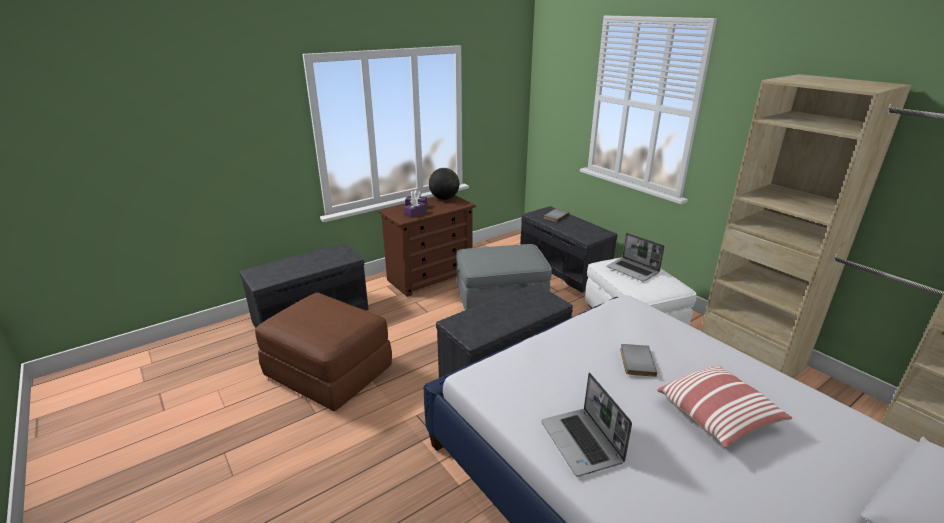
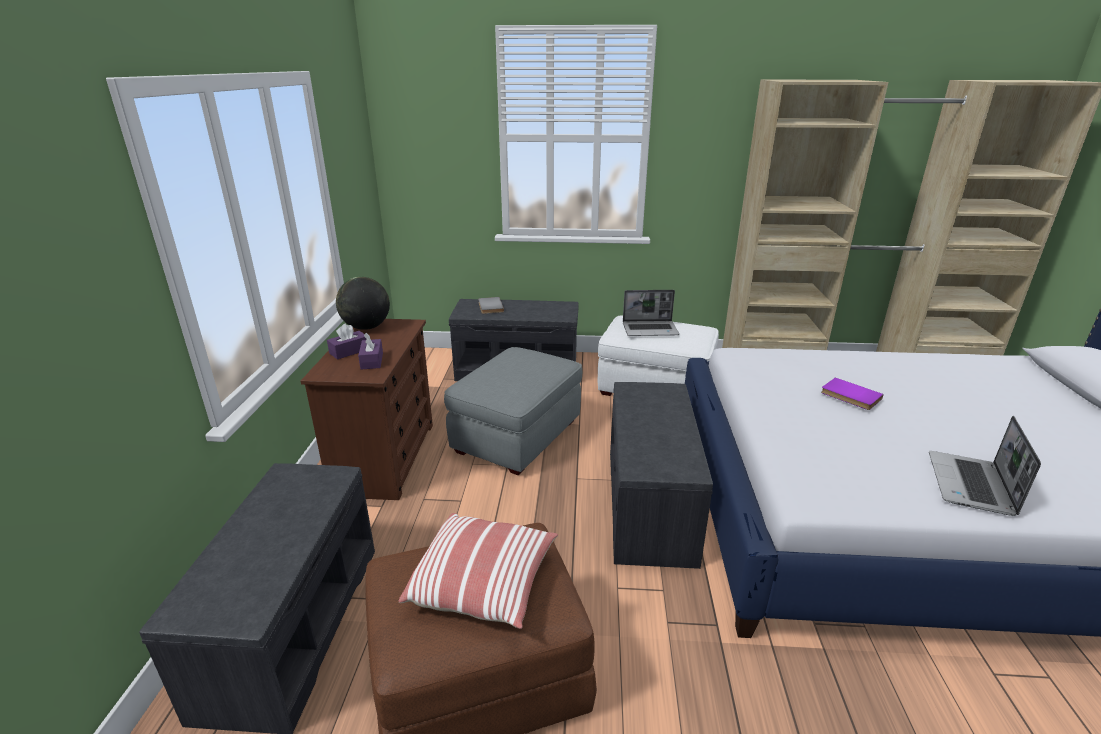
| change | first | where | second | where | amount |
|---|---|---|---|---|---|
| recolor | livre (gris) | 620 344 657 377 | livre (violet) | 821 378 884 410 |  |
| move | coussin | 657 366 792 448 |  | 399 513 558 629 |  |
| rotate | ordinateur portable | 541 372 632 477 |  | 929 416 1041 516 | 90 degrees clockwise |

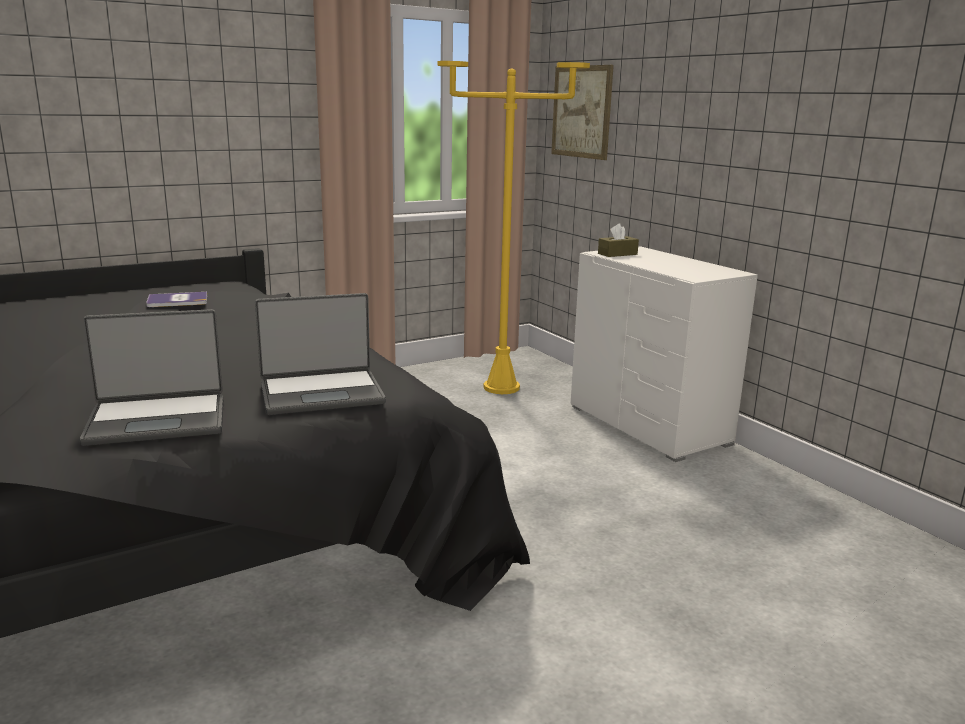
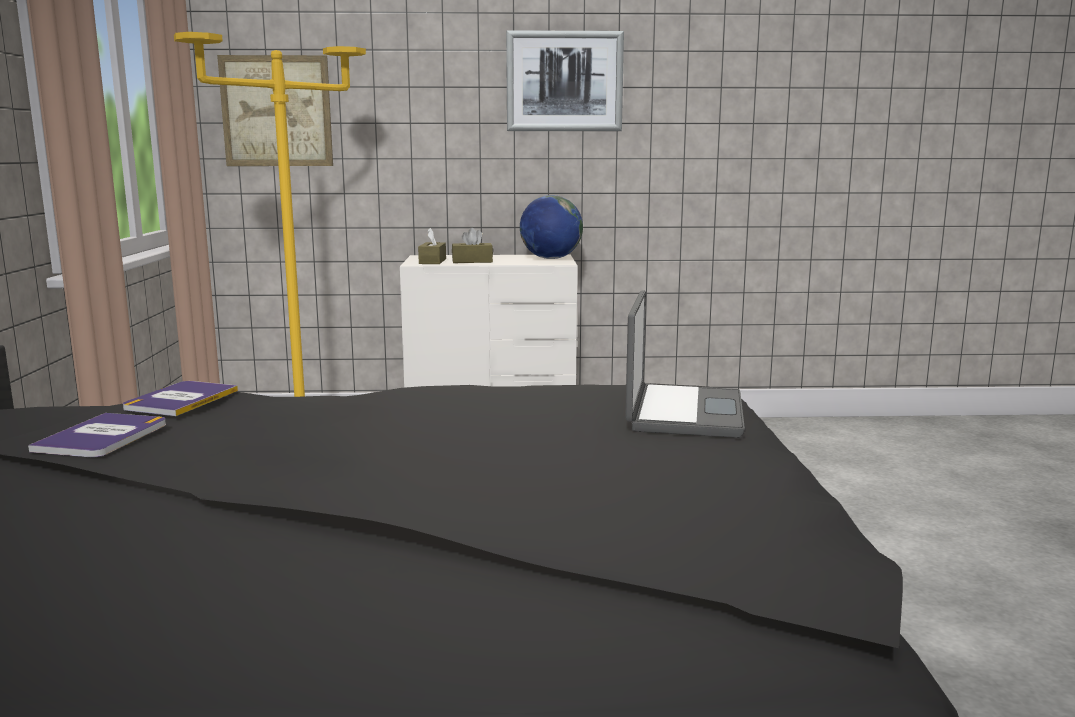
| change | first | where | second | where | amount |
|---|---|---|---|---|---|
| delete | ordinateur portable | 80 309 223 446 |  |  |  |
| insert |  |  | tableau | 506 30 624 131 |  |
| insert |  |  | globe | 520 195 583 259 |  |
| insert |  |  | boîte à mouchoirs (marron) | 452 228 493 263 |  |
| insert |  |  | livre | 123 381 238 416 |  |

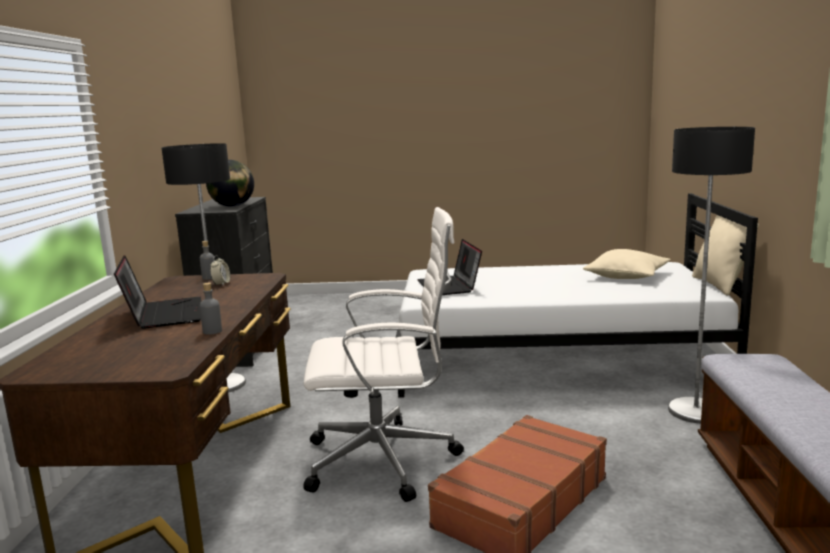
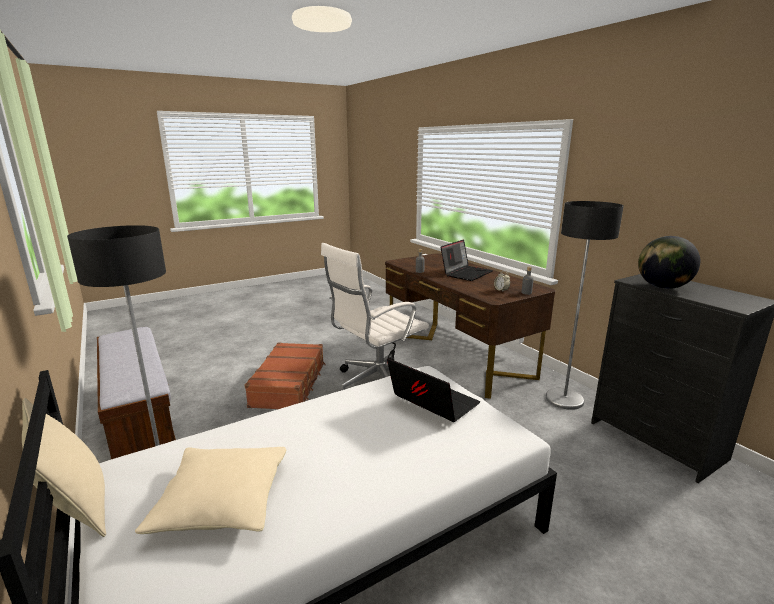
| change | first | where | second | where | amount |
|---|---|---|---|---|---|
| rotate | ordinateur portable | 114 255 201 329 |  | 440 239 493 281 | 90 degrees counterclockwise |

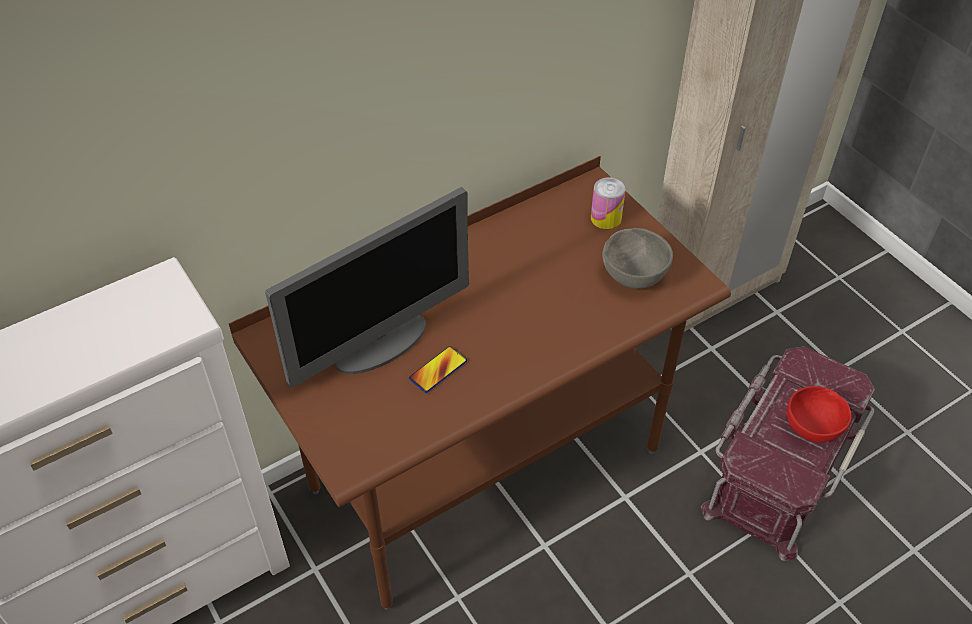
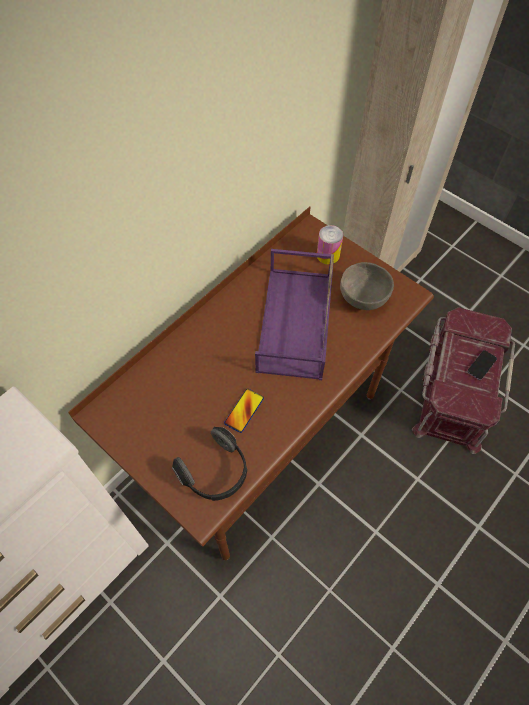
| change | first | where | second | where | amount |
|---|---|---|---|---|---|
| delete | écran d'ordinateur | 265 187 469 388 |  |  |  |
| replace | bol (rouge) | 787 386 851 443 | téléphone | 467 350 497 380 |  |
| insert |  |  | plateau (violet) | 255 249 334 380 |  |
| insert |  |  | casque audio | 172 427 247 501 |  |

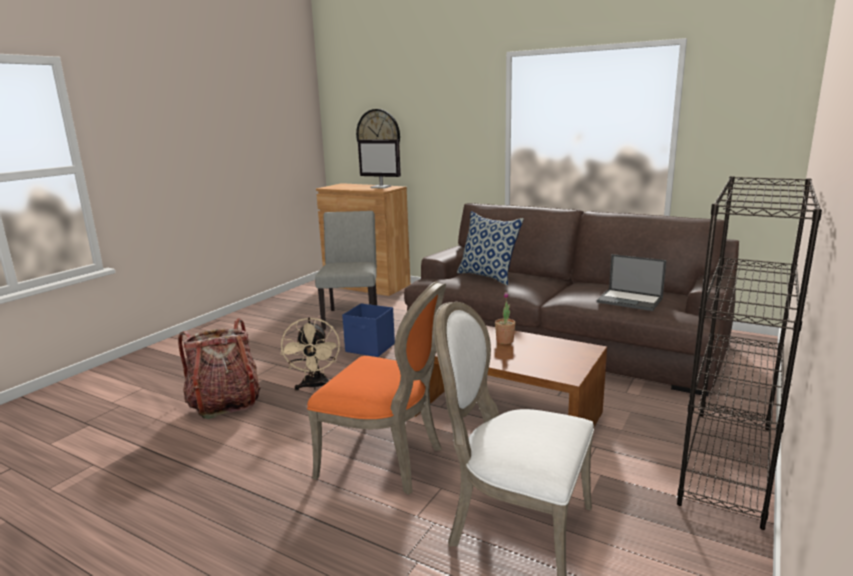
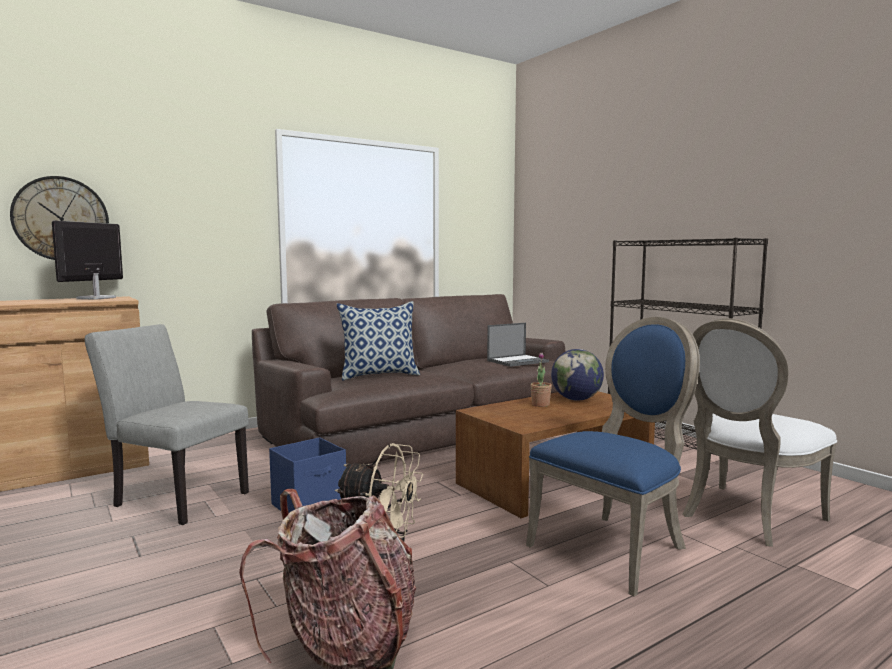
| change | first | where | second | where | amount |
|---|---|---|---|---|---|
| rotate | écran d'ordinateur | 358 139 401 189 |  | 52 221 123 300 | 150 degrees clockwise |
| recolor | chaise (orange) | 307 281 446 495 | chaise (bleu) | 526 317 700 597 |  |
| insert |  |  | globe | 551 349 604 401 |  |

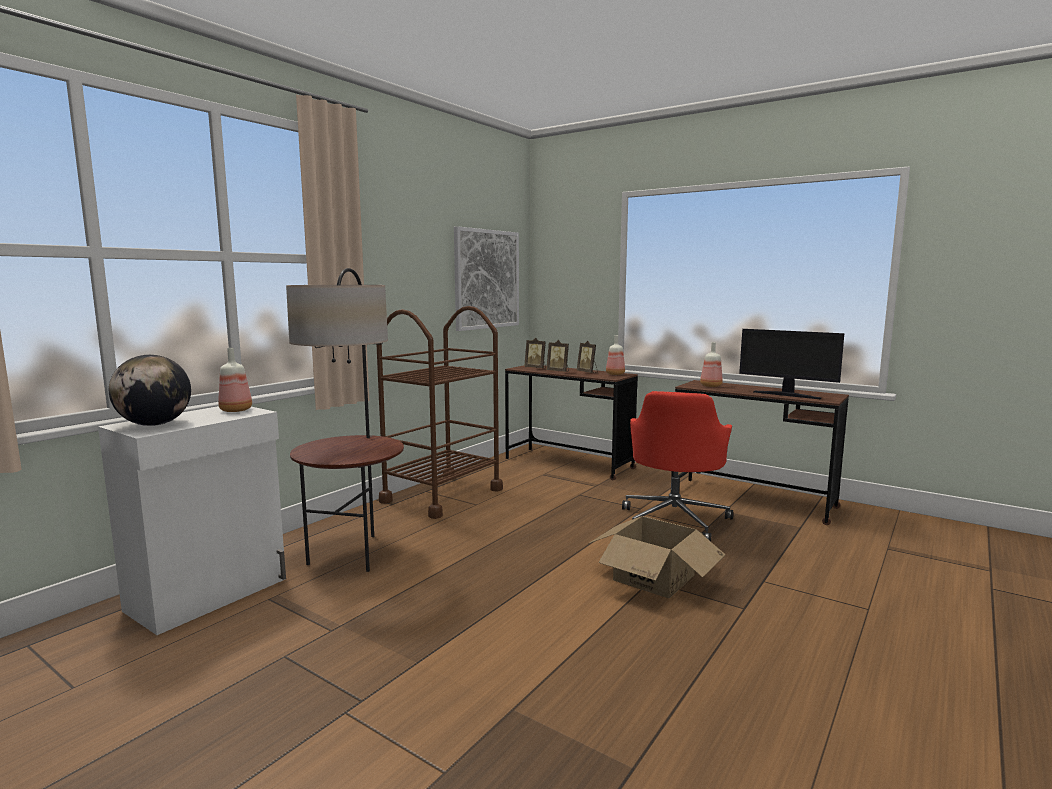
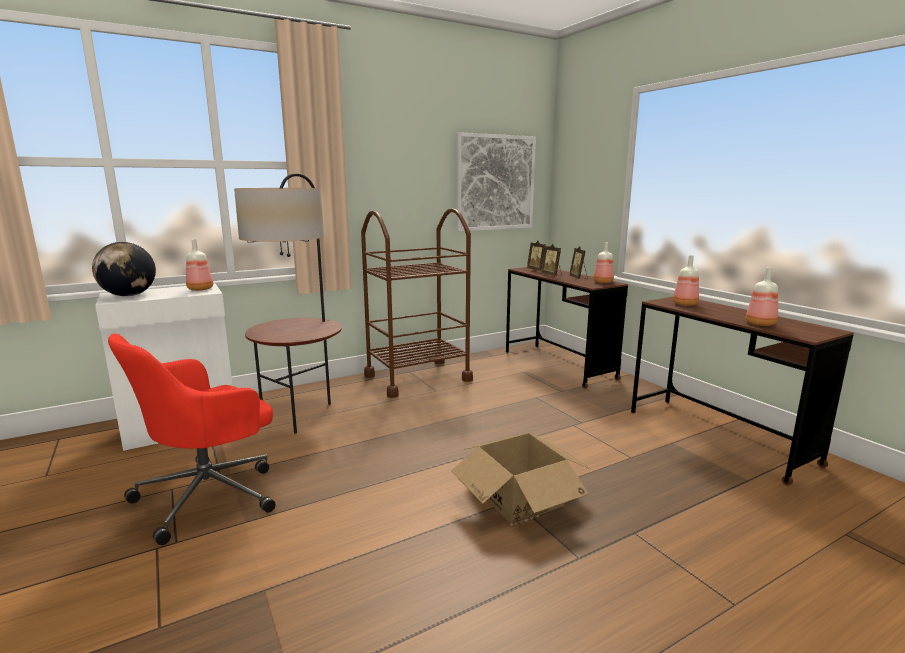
| change | first | where | second | where | amount |
|---|---|---|---|---|---|
| replace | écran d'ordinateur | 739 329 844 399 | bouteille | 746 267 778 326 |  |
| move | chaise de bureau (rouge) | 622 391 733 541 |  | 108 333 276 545 |  |

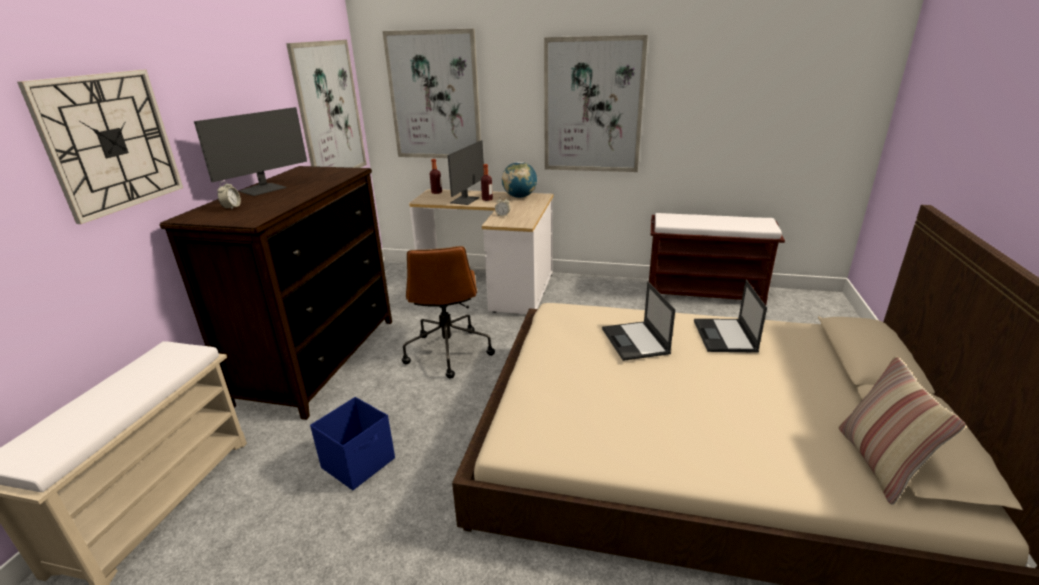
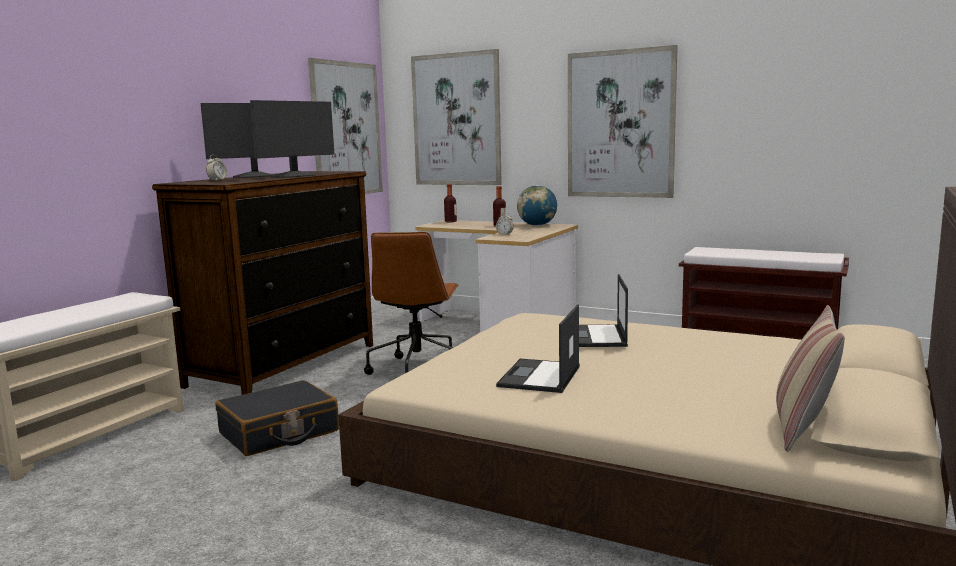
| change | first | where | second | where | amount |
|---|---|---|---|---|---|
| delete | horloge murale | 17 70 183 224 |  |  |  |
| move | écran d'ordinateur | 448 140 484 205 |  | 250 100 334 178 |  |
| move | ordinateur portable | 694 279 767 353 |  | 496 304 580 393 |  |
| replace | boîte de rangement (bleu) | 310 397 395 490 | valise (noir) | 215 380 339 456 |  |

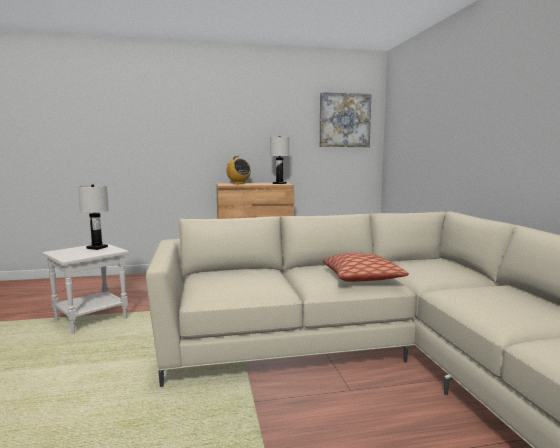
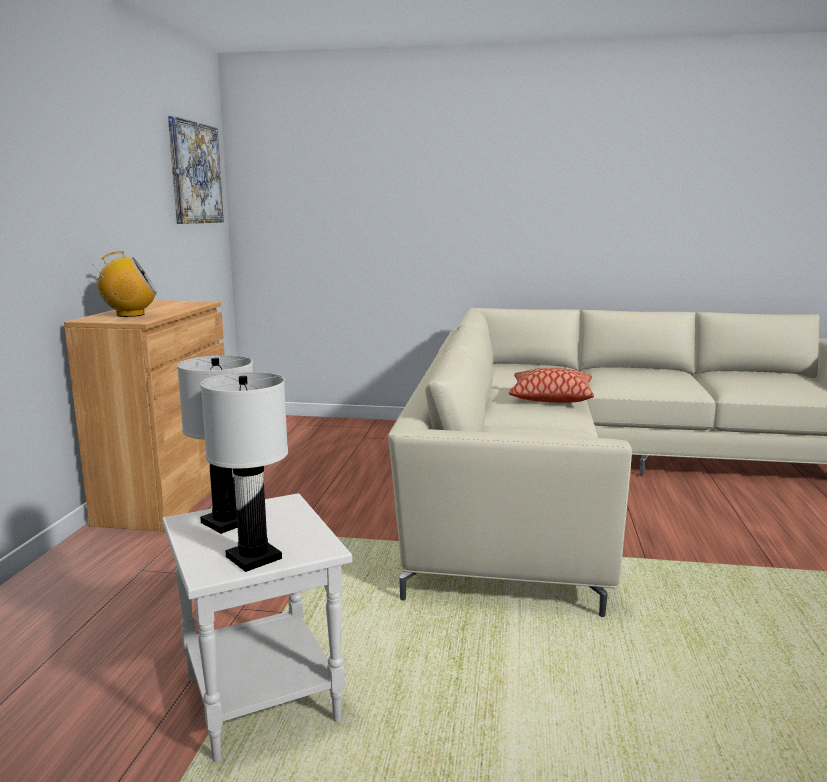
| change | first | where | second | where | amount |
|---|---|---|---|---|---|
| move | lampe de table (blanc) | 270 136 289 184 |  | 201 372 288 572 |  |

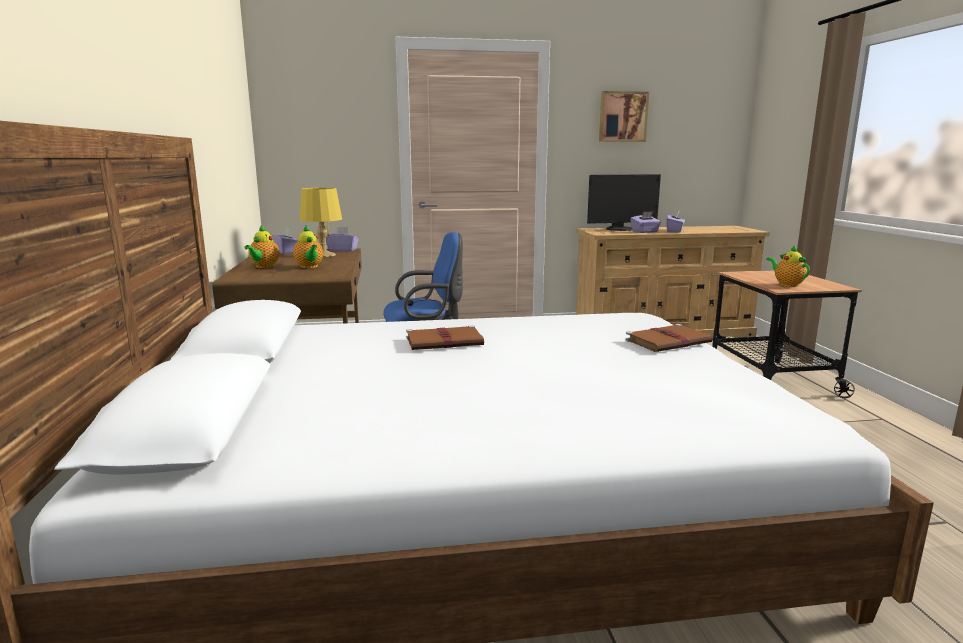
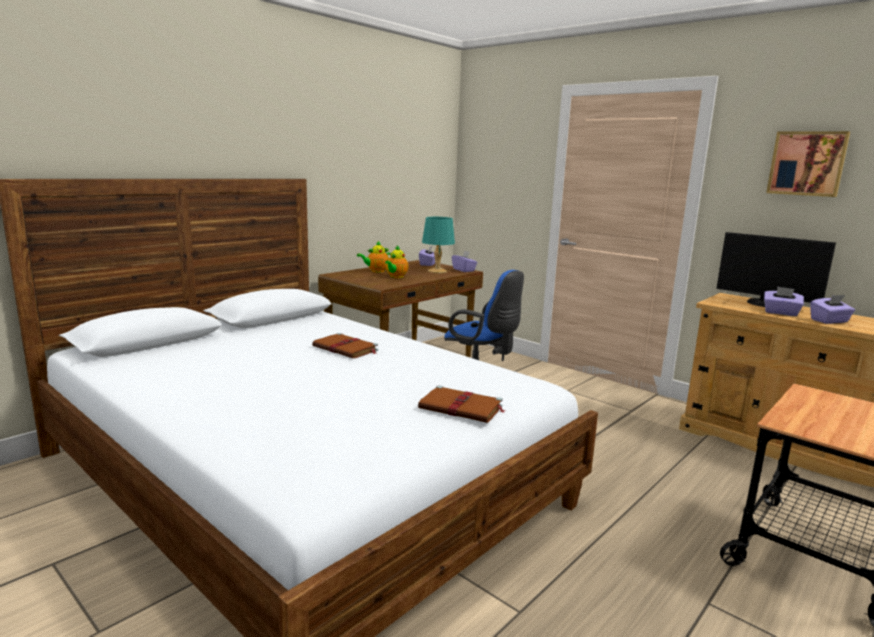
| change | first | where | second | where | amount |
|---|---|---|---|---|---|
| recolor | lampe de table (jaune) | 300 188 342 257 | lampe de table (turquoise) | 422 217 455 273 |  |
| delete | théière | 766 246 810 287 |  |  |  |

